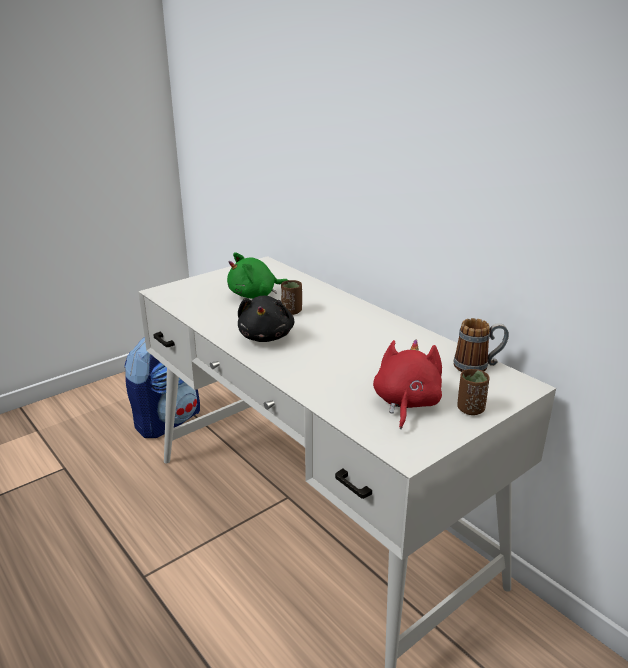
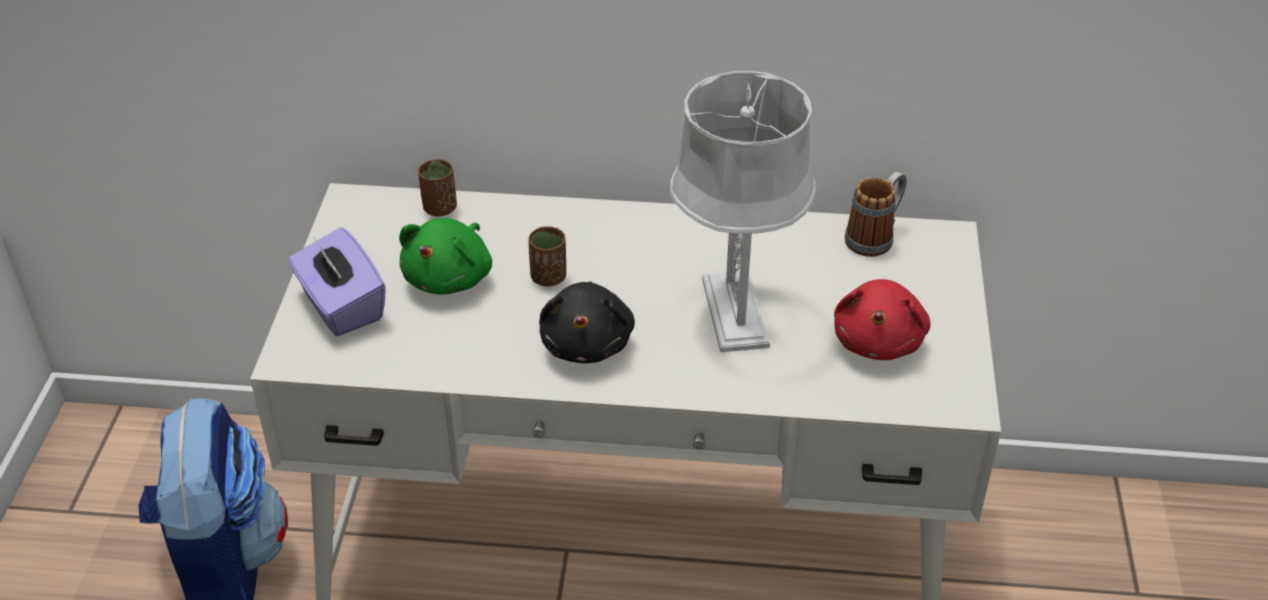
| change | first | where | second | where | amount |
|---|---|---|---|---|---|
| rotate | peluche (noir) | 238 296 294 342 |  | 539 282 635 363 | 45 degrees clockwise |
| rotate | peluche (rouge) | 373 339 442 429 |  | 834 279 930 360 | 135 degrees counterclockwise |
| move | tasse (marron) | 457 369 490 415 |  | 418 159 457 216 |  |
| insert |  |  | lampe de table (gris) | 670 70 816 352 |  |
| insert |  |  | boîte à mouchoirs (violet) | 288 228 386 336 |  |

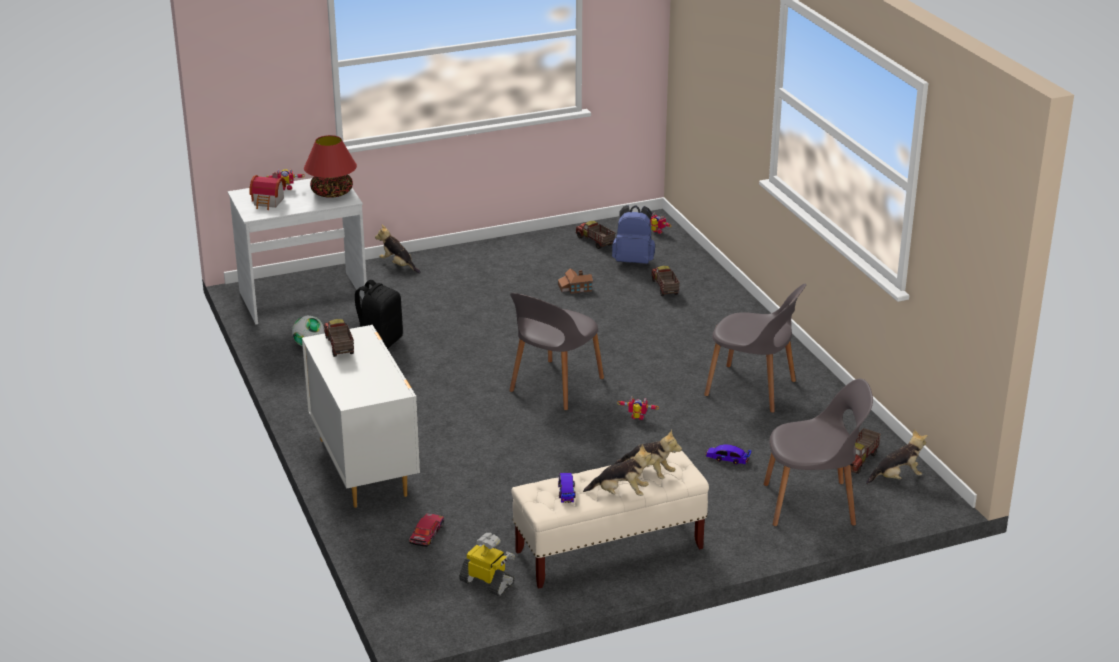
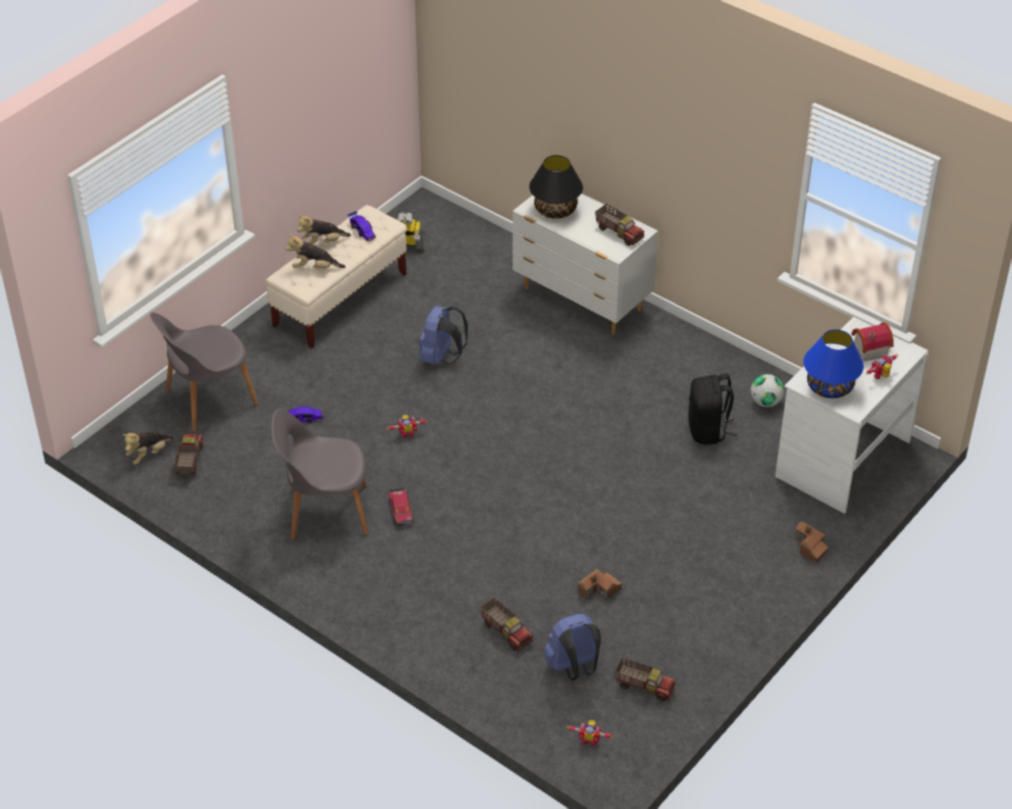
| change | first | where | second | where | amount |
|---|---|---|---|---|---|
| recolor | lampe de table (rouge) | 304 135 357 198 | lampe de table (bleu) | 803 329 864 398 |  |
| replace | peluche | 375 225 420 273 | maison miniature | 796 521 828 563 |  |
| delete | chaise (gris) | 509 293 604 410 |  |  |  |
| move | petite voiture | 409 513 444 547 |  | 388 488 413 526 |  |
| insert |  |  | lampe de table (noir) | 529 155 583 219 |  |
| insert |  |  | sac à dos (bleu) | 419 306 468 365 |  |

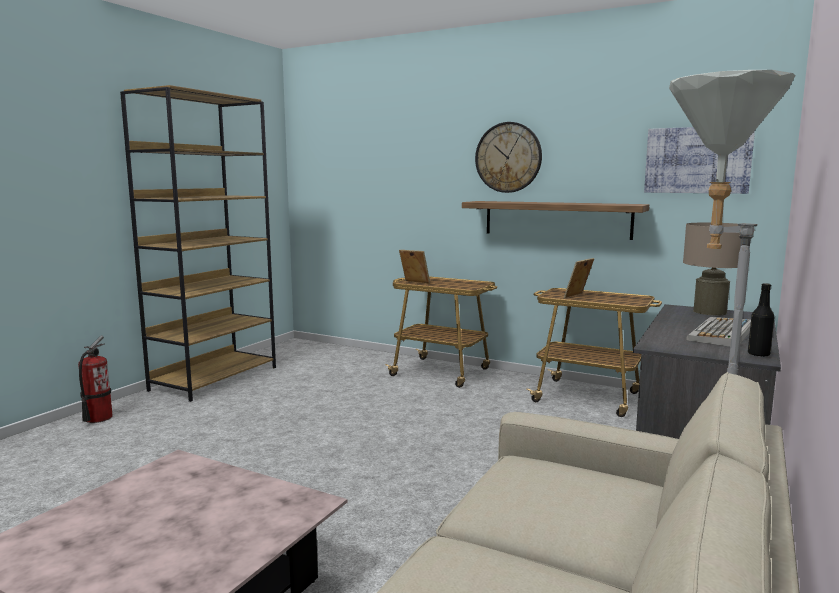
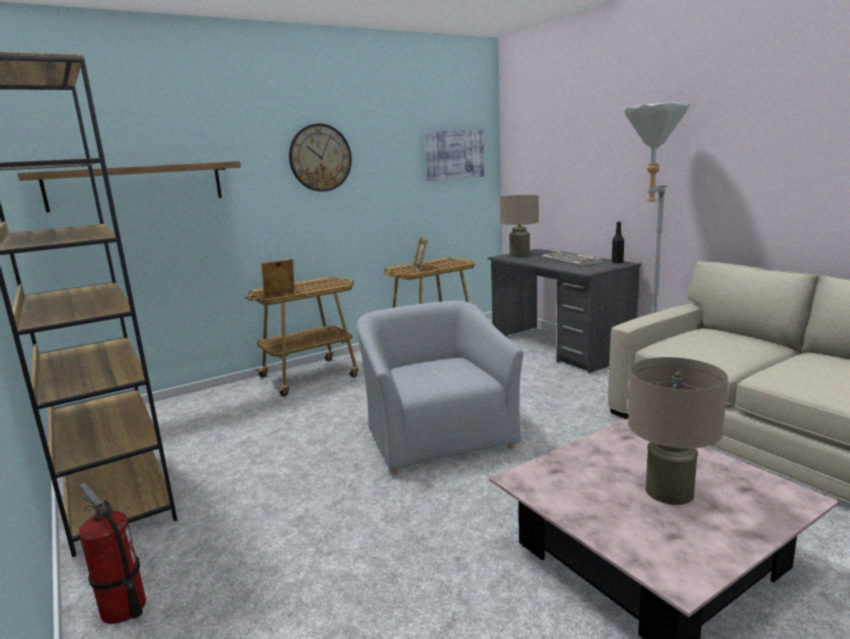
| change | first | where | second | where | amount |
|---|---|---|---|---|---|
| move | étagère | 462 201 649 240 |  | 17 161 241 213 |  |
| insert |  |  | fauteuil (gris) | 356 301 524 474 |  |
| insert |  |  | lampe de table (beige) | 628 357 728 505 |  |

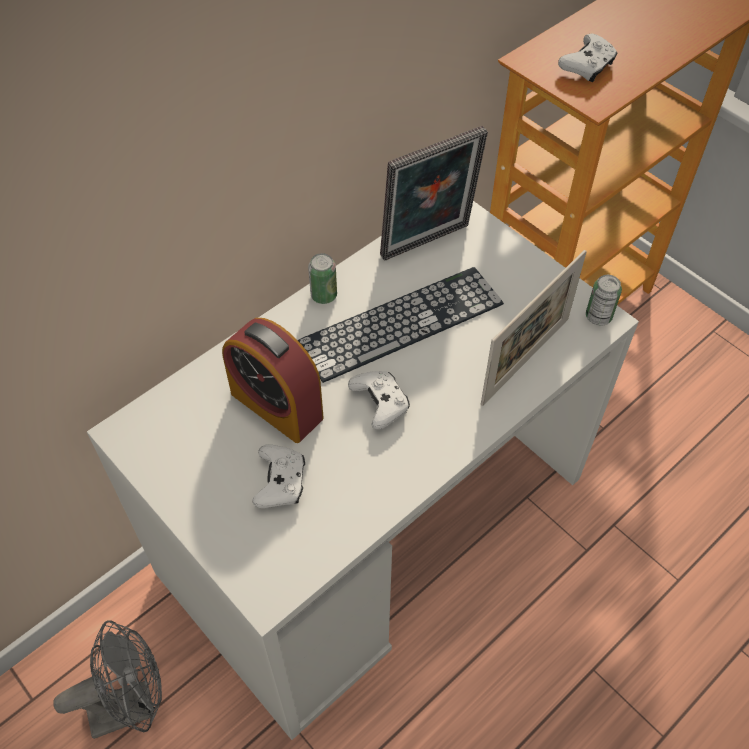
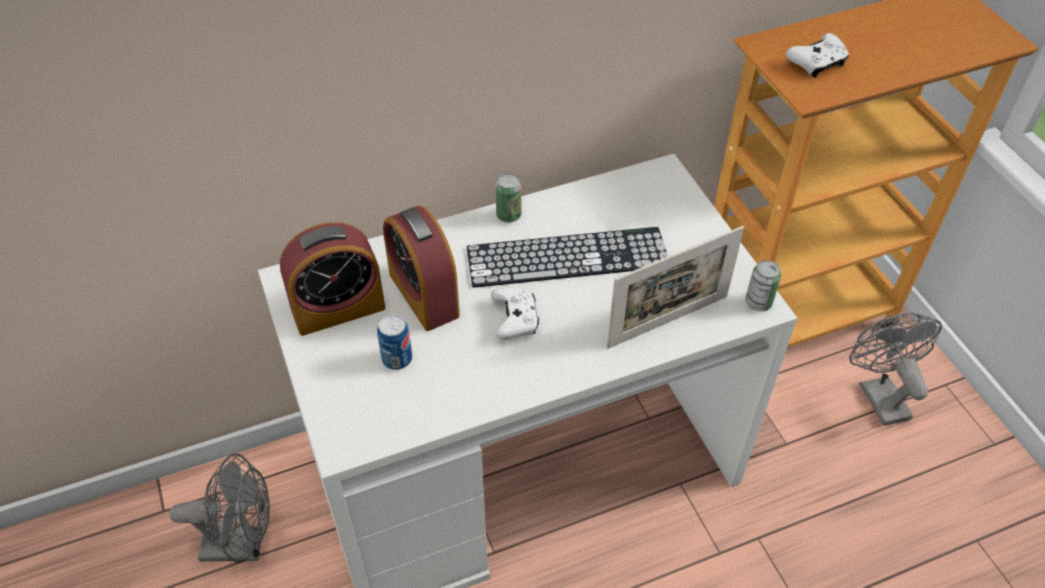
| change | first | where | second | where | amount |
|---|---|---|---|---|---|
| delete | cadre photo | 380 126 488 261 |  |  |  |
| replace | manette (blanc) | 252 445 305 508 | boîte métallique | 377 315 412 370 |  |
| insert |  |  | réveil | 280 222 385 336 |  |
| insert |  |  | ventilateur (gris) | 849 313 942 426 |  |

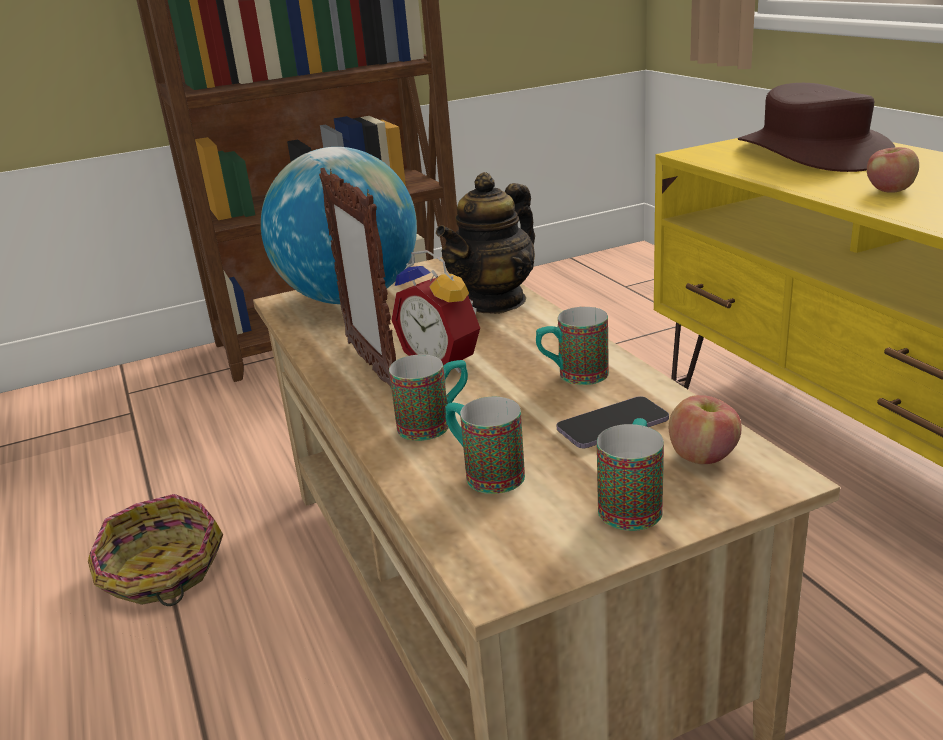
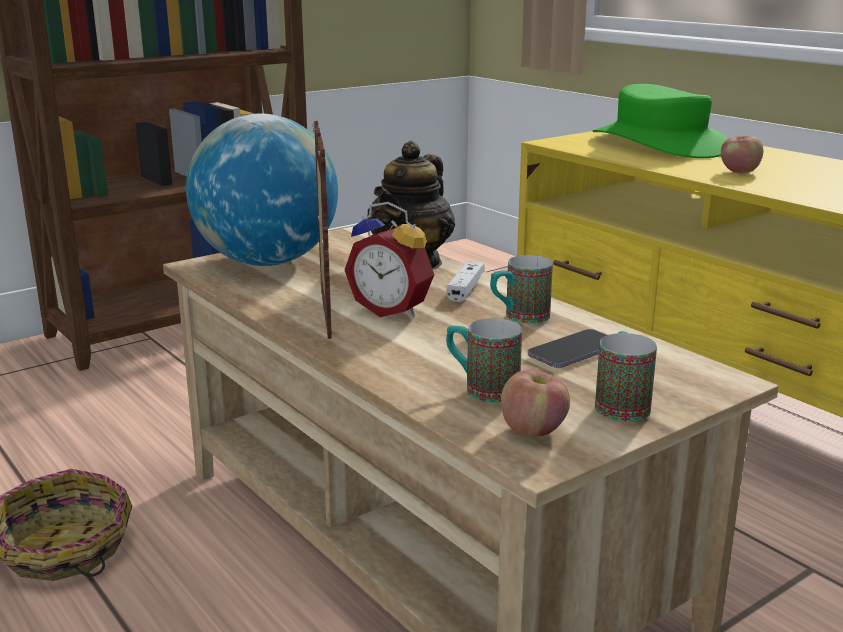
| change | first | where | second | where | amount |
|---|---|---|---|---|---|
| recolor | chapeau (marron) | 738 83 895 172 | chapeau (vert) | 593 84 728 158 |  |
| rotate | cadre photo | 319 168 396 387 |  | 313 121 332 339 | 150 degrees counterclockwise |
| delete | mug | 389 355 468 441 |  |  |  |
| move | pomme | 669 395 742 464 |  | 501 370 570 437 |  |
| insert |  |  | manette (blanc) | 447 261 484 302 |  |

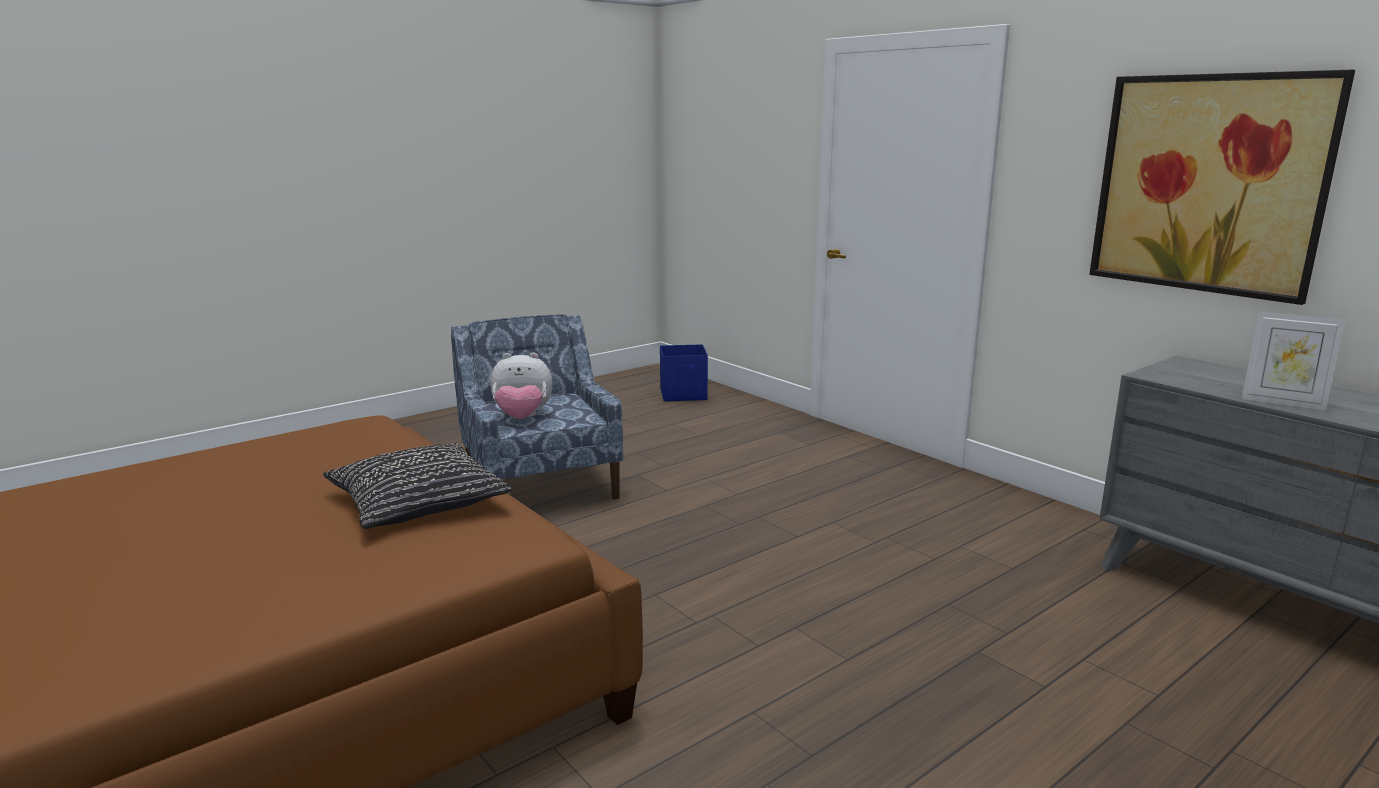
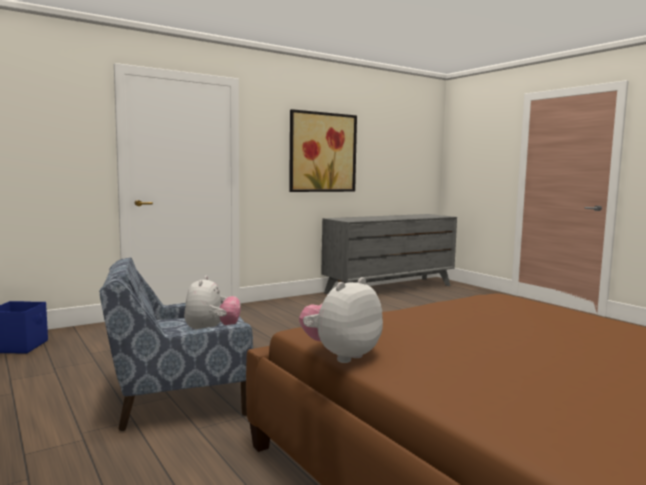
| change | first | where | second | where | amount |
|---|---|---|---|---|---|
| delete | cadre photo | 1242 311 1345 411 |  |  |  |
| delete | coussin (noir) | 323 443 512 529 |  |  |  |
| insert |  |  | peluche | 299 277 383 363 |  |

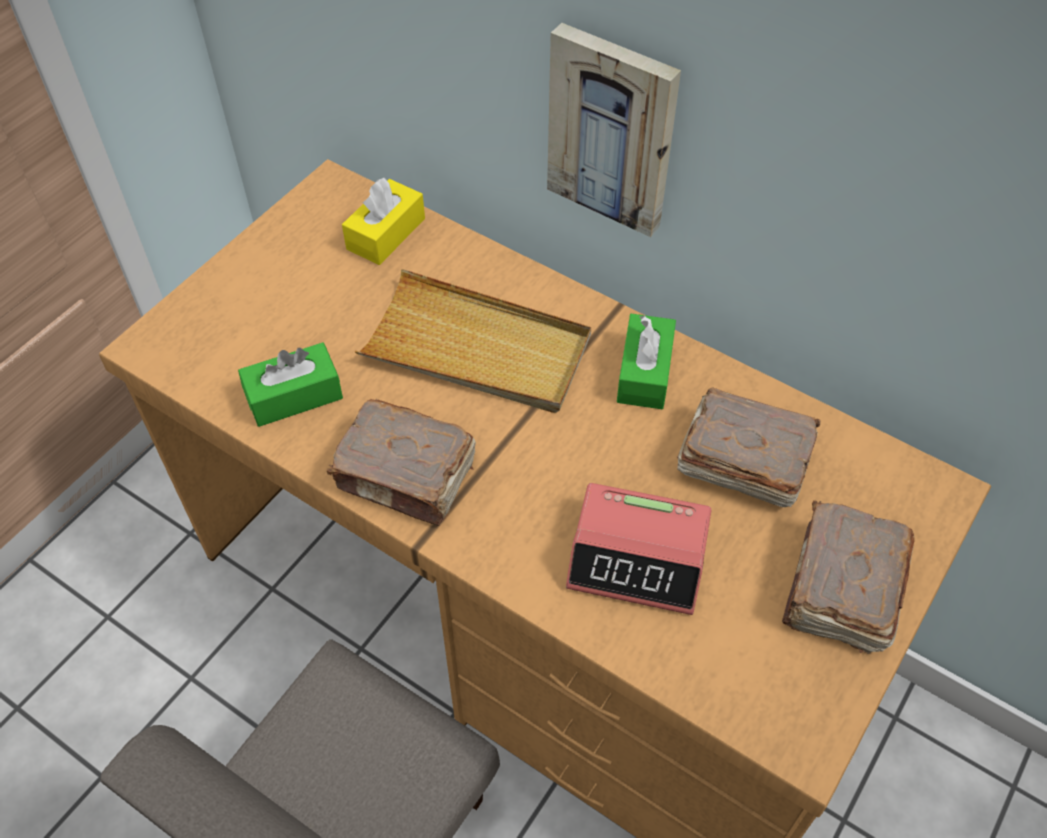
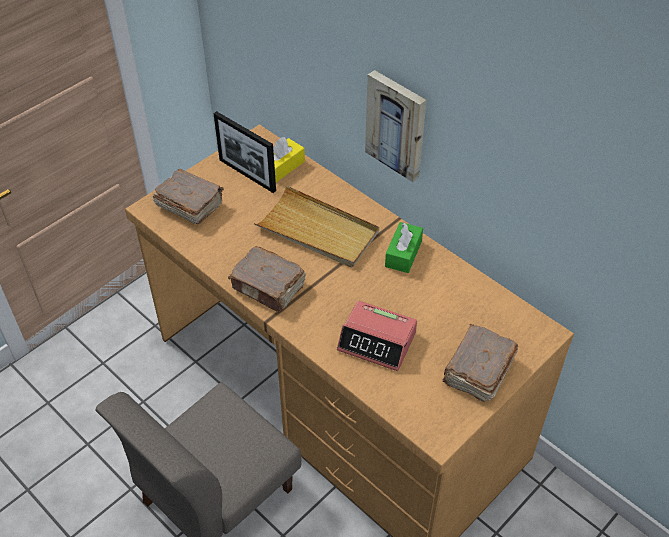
| change | first | where | second | where | amount |
|---|---|---|---|---|---|
| delete | boîte à mouchoirs (vert) | 238 342 343 427 |  |  |  |
| move | livre (marron) | 677 387 820 507 |  | 153 169 224 224 |  |
| insert |  |  | cadre photo | 213 111 276 193 |  |

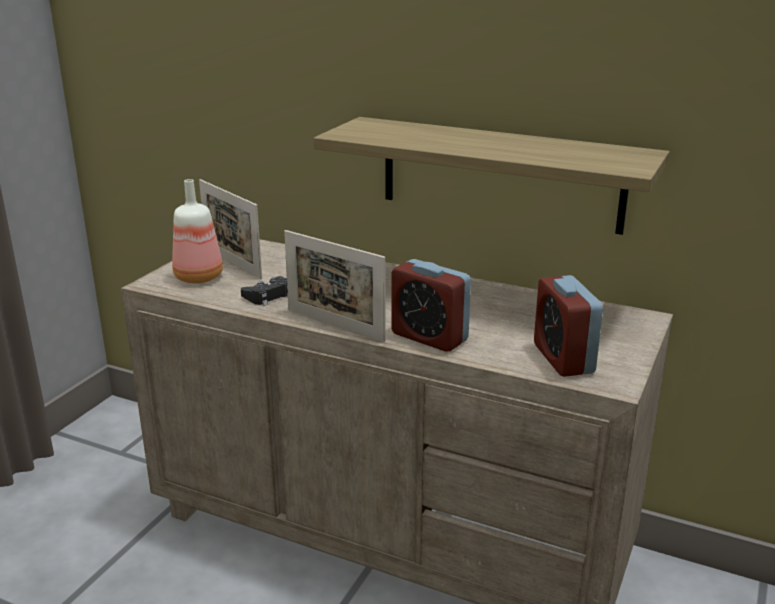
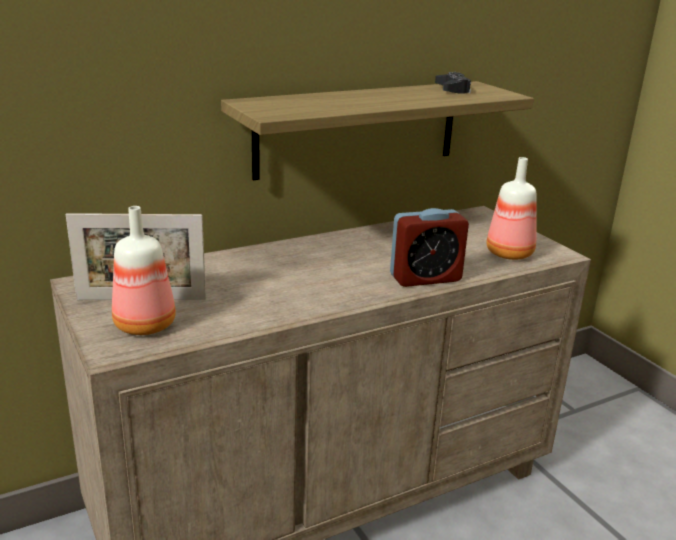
| change | first | where | second | where | amount |
|---|---|---|---|---|---|
| delete | cadre photo | 284 230 385 342 |  |  |  |
| replace | réveil | 534 275 603 377 | bouteille | 486 157 537 260 |  |
| move | manette (noir) | 241 276 288 306 |  | 435 72 471 94 |  |

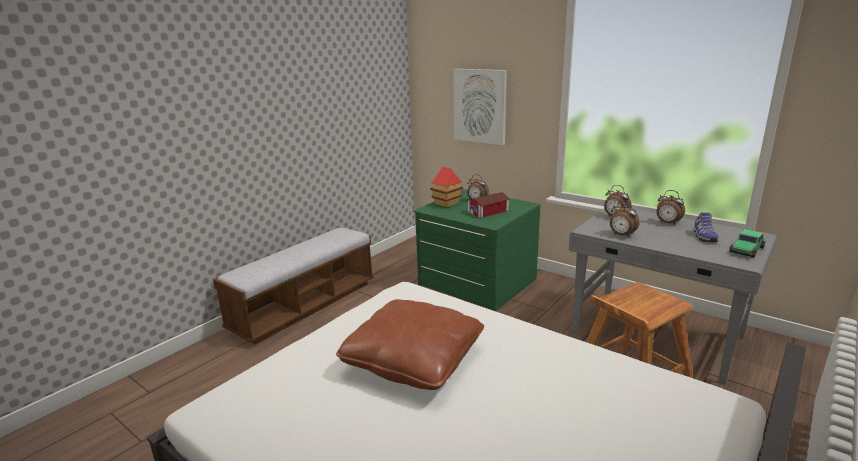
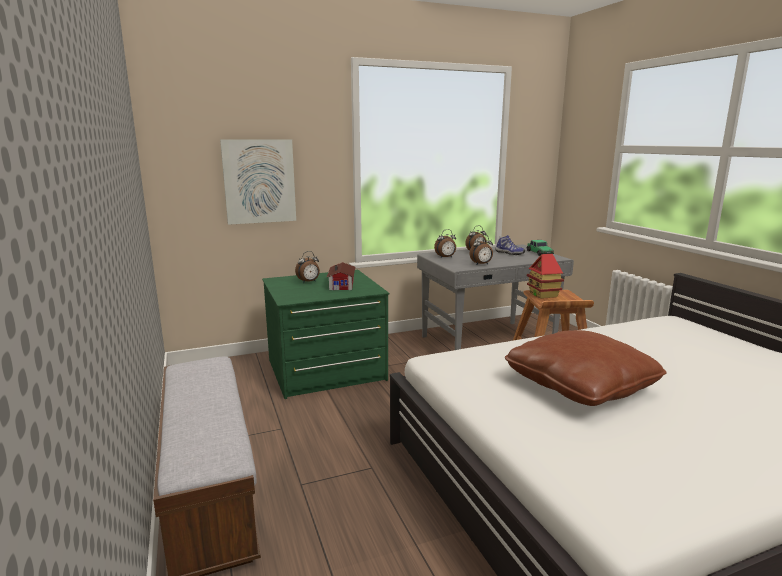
| change | first | where | second | where | amount |
|---|---|---|---|---|---|
| move | maison miniature | 430 167 463 207 |  | 527 254 564 299 |  |

